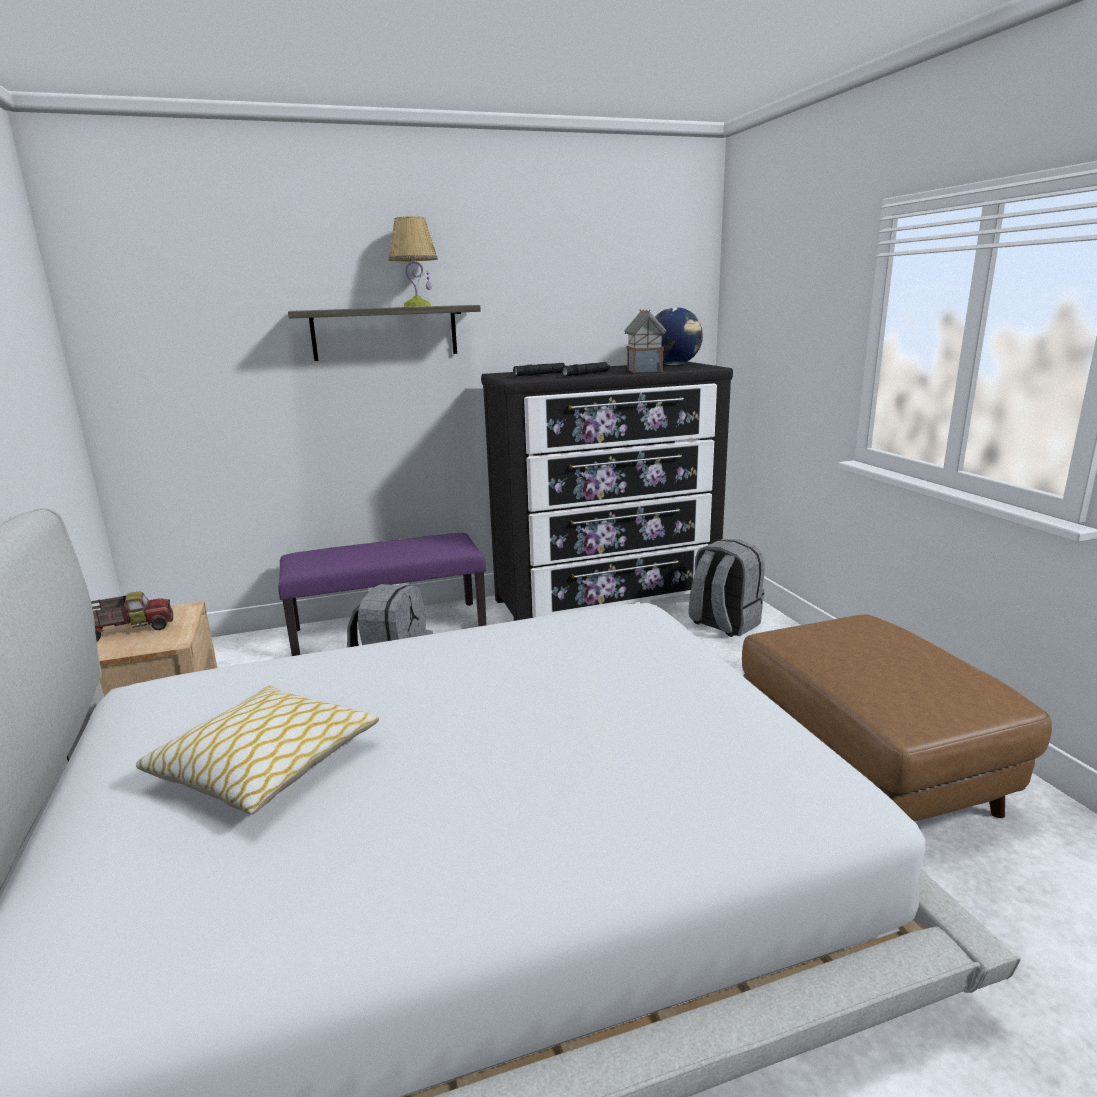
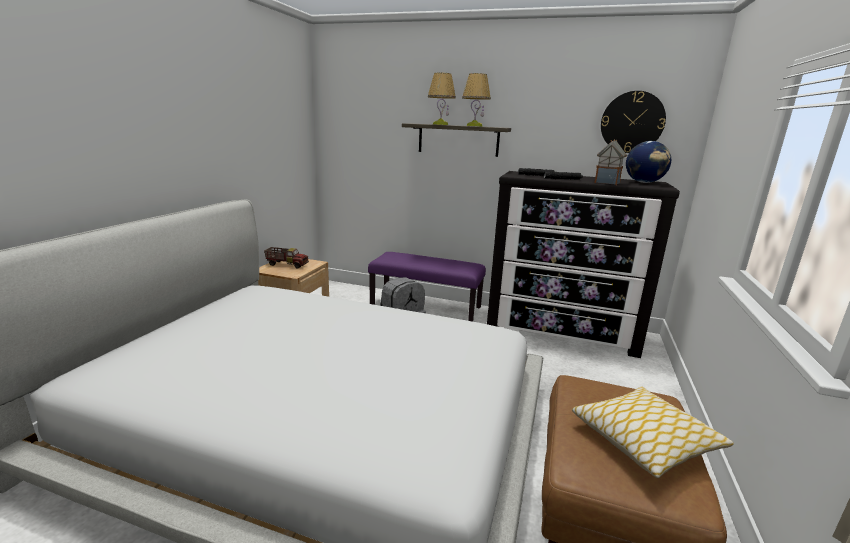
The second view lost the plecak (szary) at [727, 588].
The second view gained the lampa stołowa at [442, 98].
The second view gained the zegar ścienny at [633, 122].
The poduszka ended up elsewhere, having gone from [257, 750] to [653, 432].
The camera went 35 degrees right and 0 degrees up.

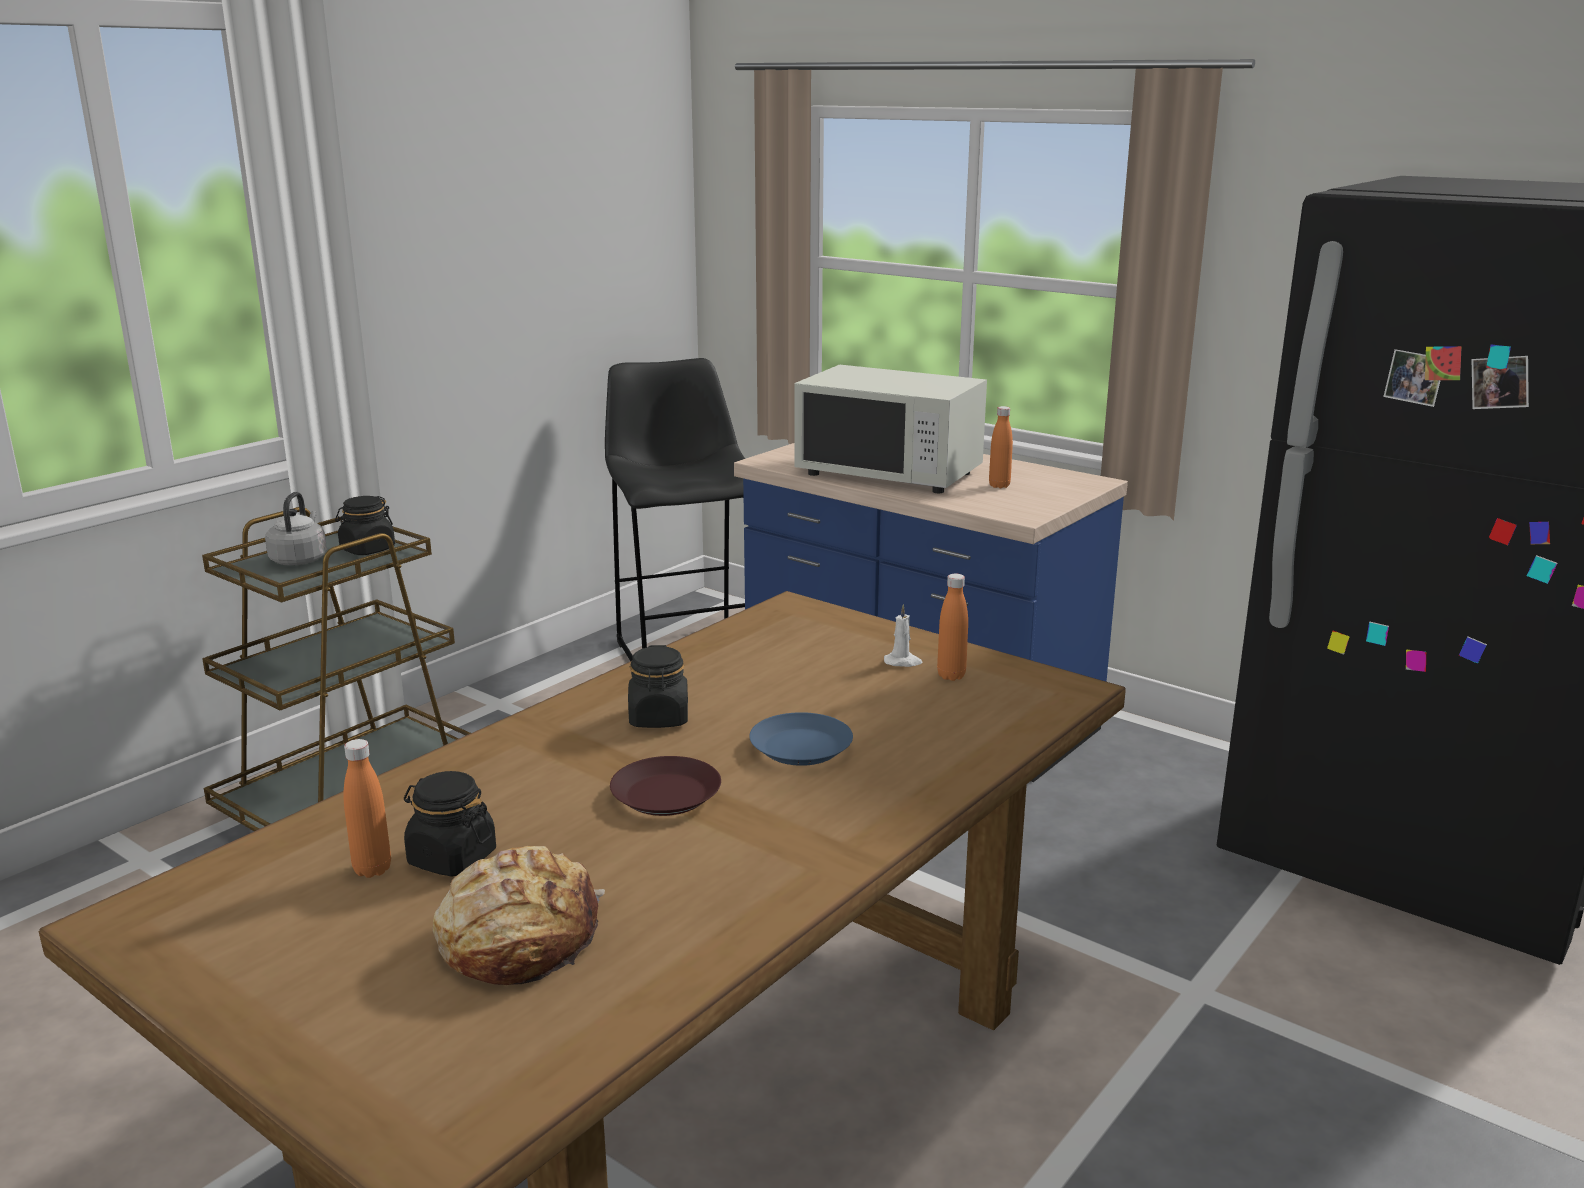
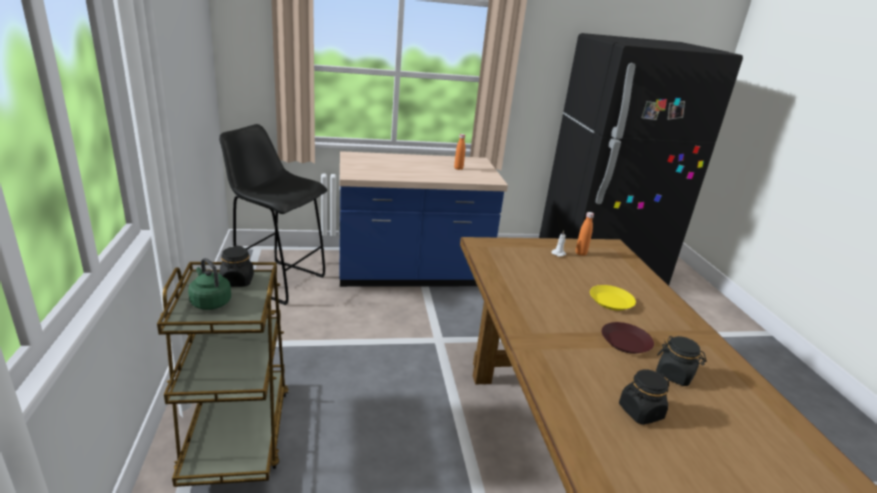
The second view lost the butelka (pomarańczowy) at [367, 808].
The second view lost the chleb at [518, 915].
The second view lost the mikrofalówka (biały) at [890, 429].
The słoik (czarny) ended up elsewhere, having gone from [658, 686] to [681, 361].
What was the czajnik (szary) at [296, 528] turned into the czajnik (zielony) at [209, 284].
What was the talerz (niebieski) at [801, 739] turned into the talerz (żółty) at [613, 298].
The camera went 50 degrees left and 5 degrees up.

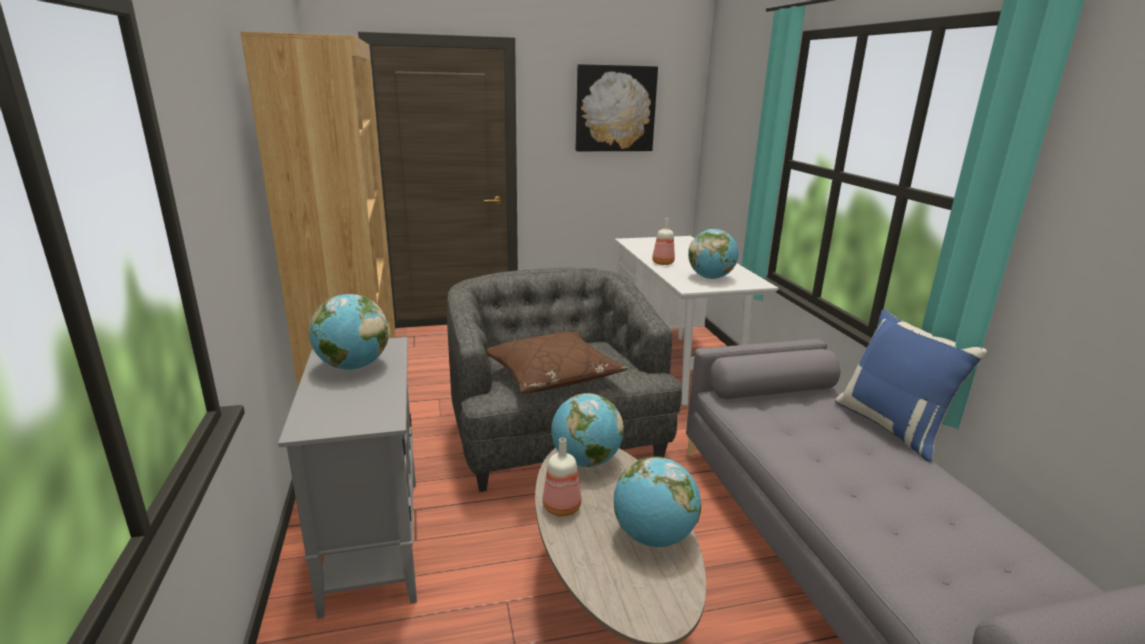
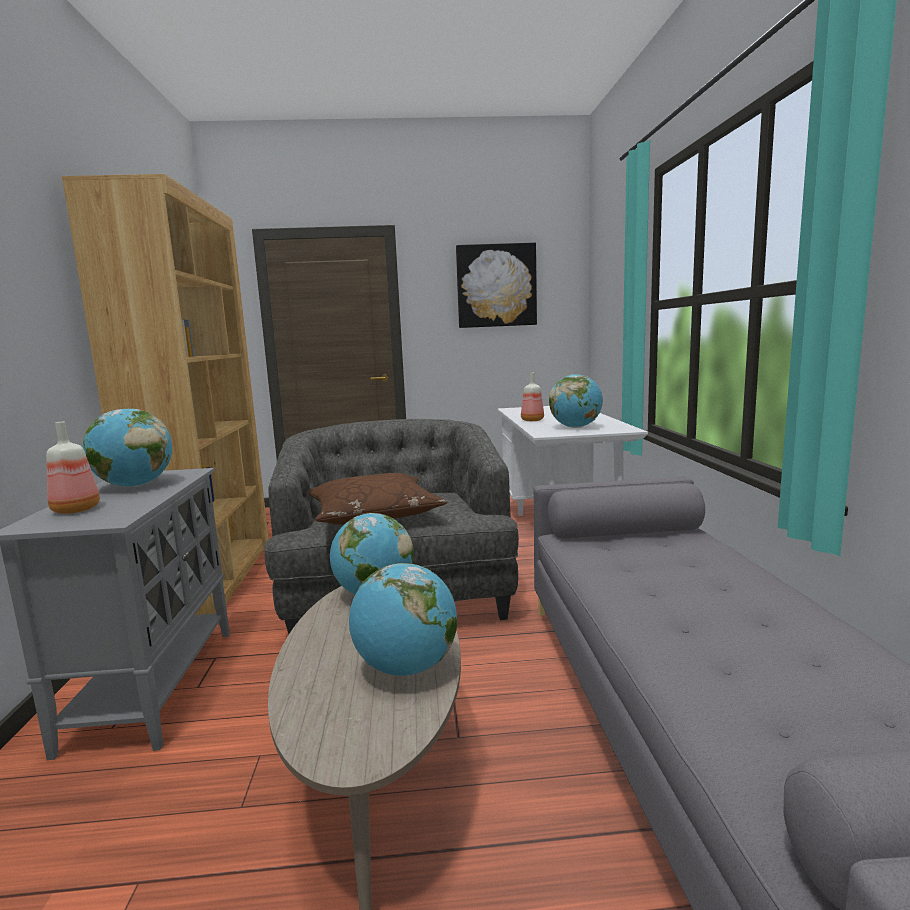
The second view lost the poduszka (niebieski) at [911, 385].
The butelka ended up elsewhere, having gone from [561, 477] to [73, 467].
The camera went 10 degrees right and 10 degrees down.

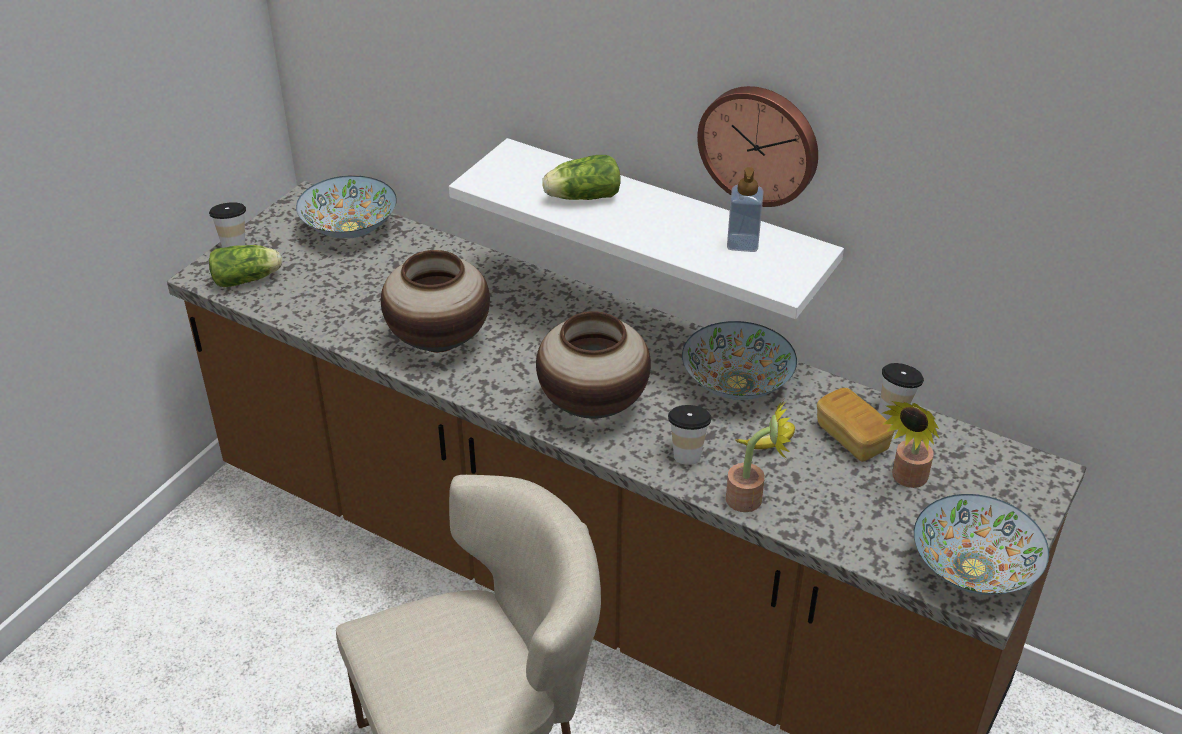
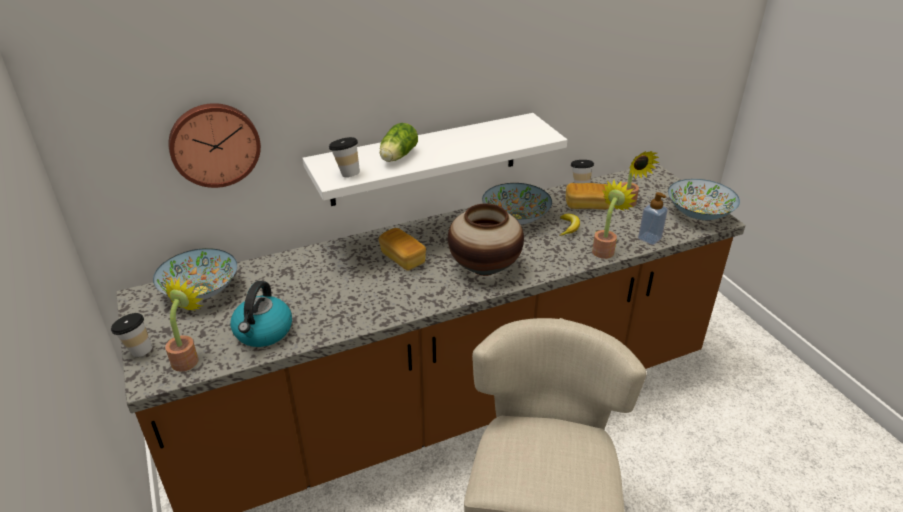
The second view lost the wazon at [435, 301].
The second view gained the czajnik at [261, 314].
The second view gained the chleb at [402, 249].
The filiżanka ended up elsewhere, having gone from [690, 435] to [344, 157].
The zegar ścienny ended up elsewhere, having gone from [757, 146] to [214, 145].
The dozownik mydła ended up elsewhere, having gone from [745, 209] to [653, 218].
Where the sałata stood at [245, 266], the roślina doniczkowa came to stand at [184, 324].
The camera went 55 degrees left and 5 degrees down.

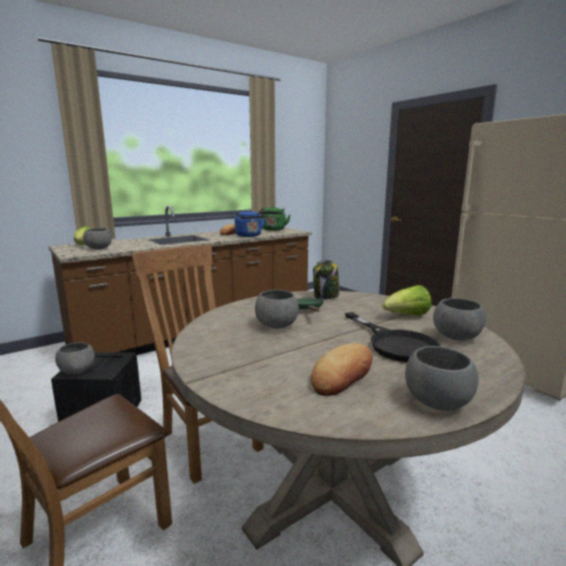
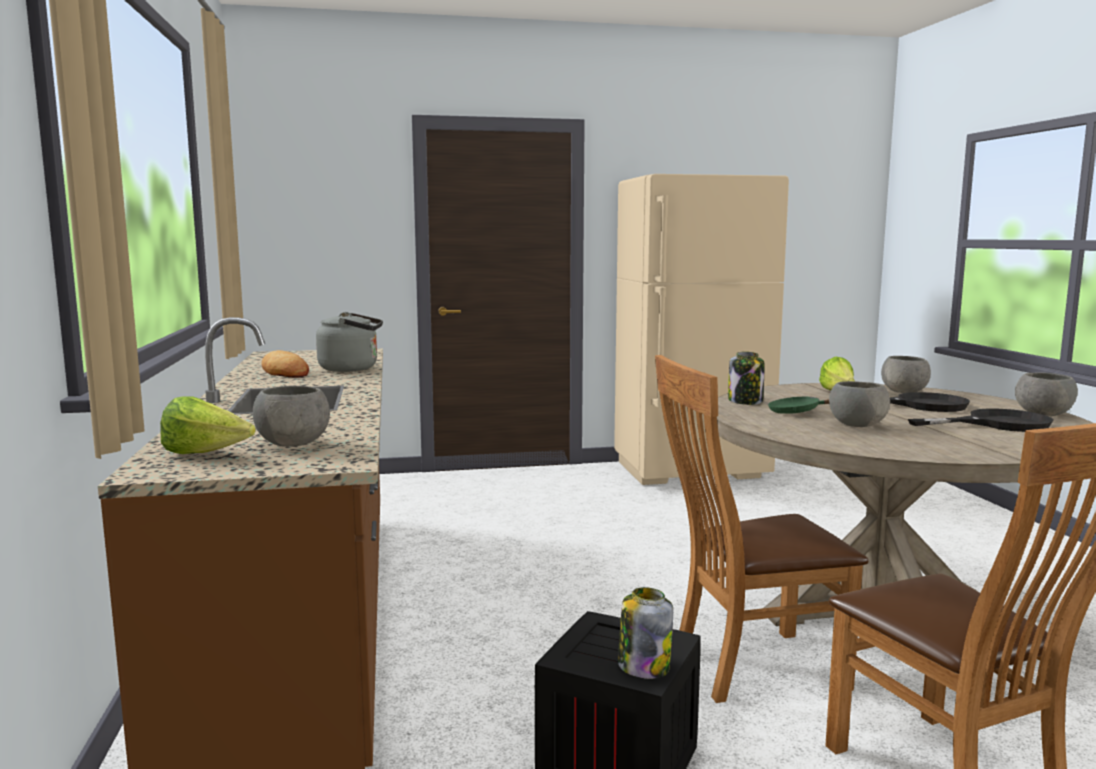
The second view lost the czajnik (zielony) at [275, 218].
Where the miska (szary) stood at [75, 358], the słoik came to stand at [645, 633].
Where the chleb stood at [342, 369], the patelnia (czarny) came to stand at [980, 420].
What was the czajnik (niebieski) at [250, 223] turned into the czajnik (szary) at [349, 342].
The camera went 65 degrees left and 5 degrees down.

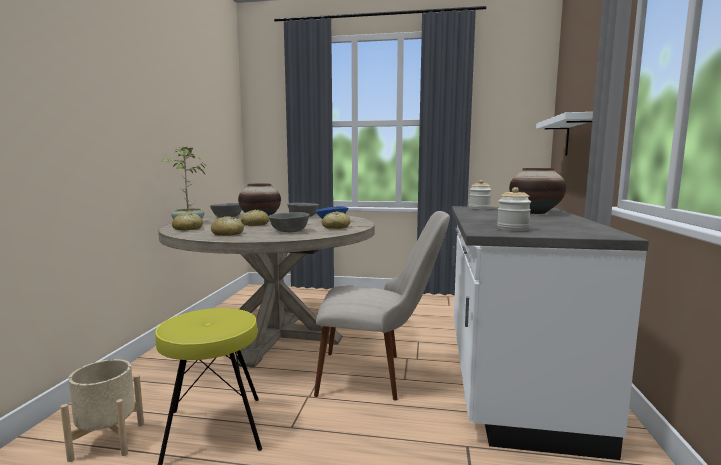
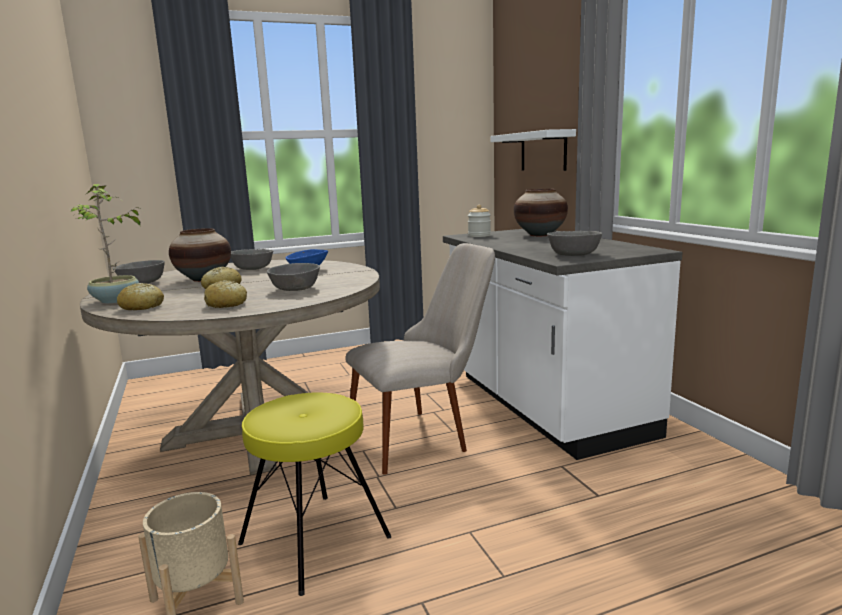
The second view lost the chleb at [336, 220].
Where the słoik stood at [514, 209], the miska (szary) came to stand at [574, 243].
The camera went 30 degrees left and 5 degrees up.

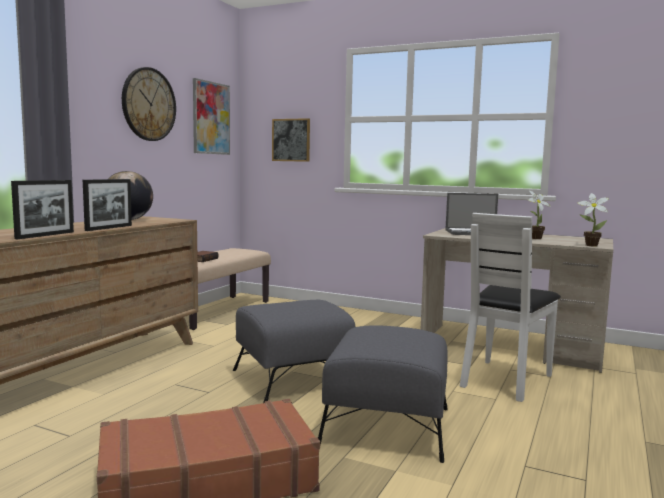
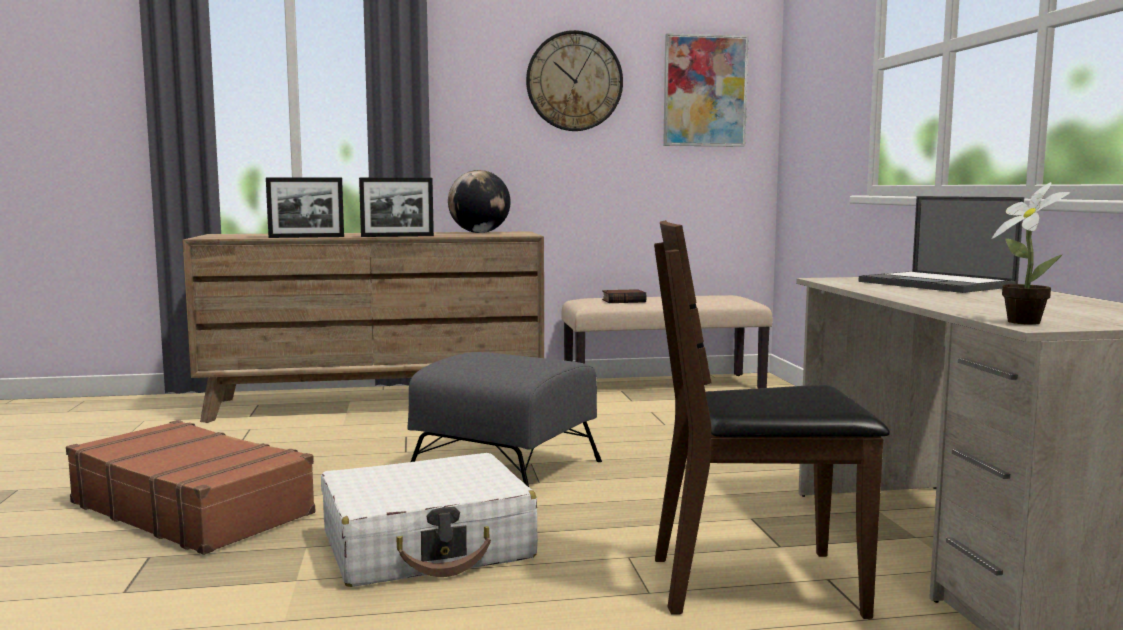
The second view lost the obraz at [291, 140].
The second view lost the roślina doniczkowa at [539, 214].
Where the pufa (szary) stood at [383, 394], the walizka (biały) came to stand at [429, 520].
What was the krzesło (biały) at [510, 307] turned into the krzesło (brązowy) at [772, 419].
The camera went 55 degrees right and 0 degrees up.

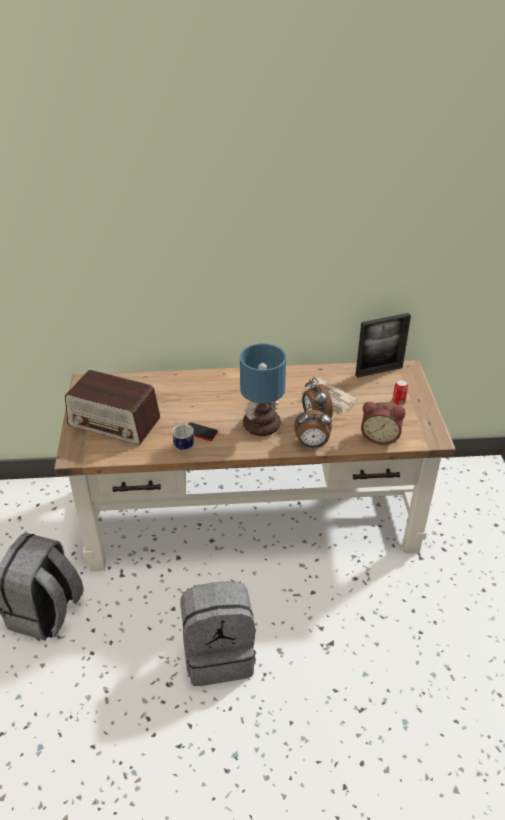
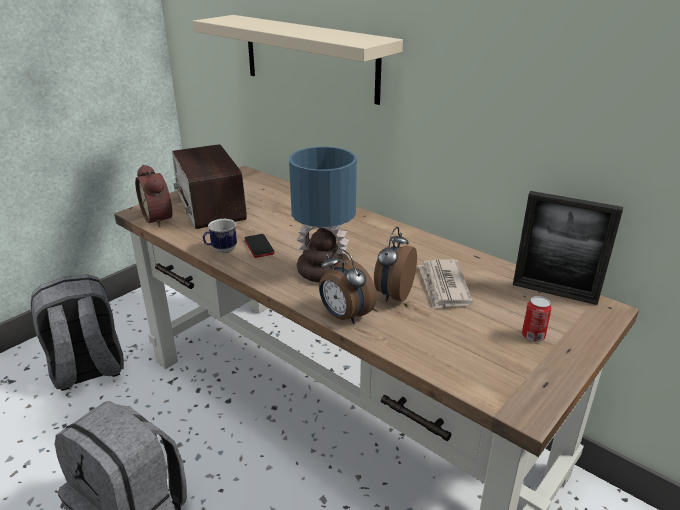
The second view gained the półka (beżowy) at [298, 60].
The budzik ended up elsewhere, having gone from [383, 423] to [153, 195].
The camera went 45 degrees right and 10 degrees down.

